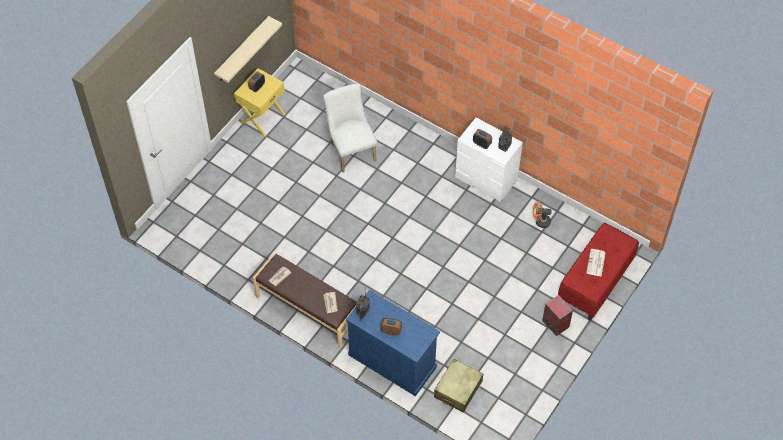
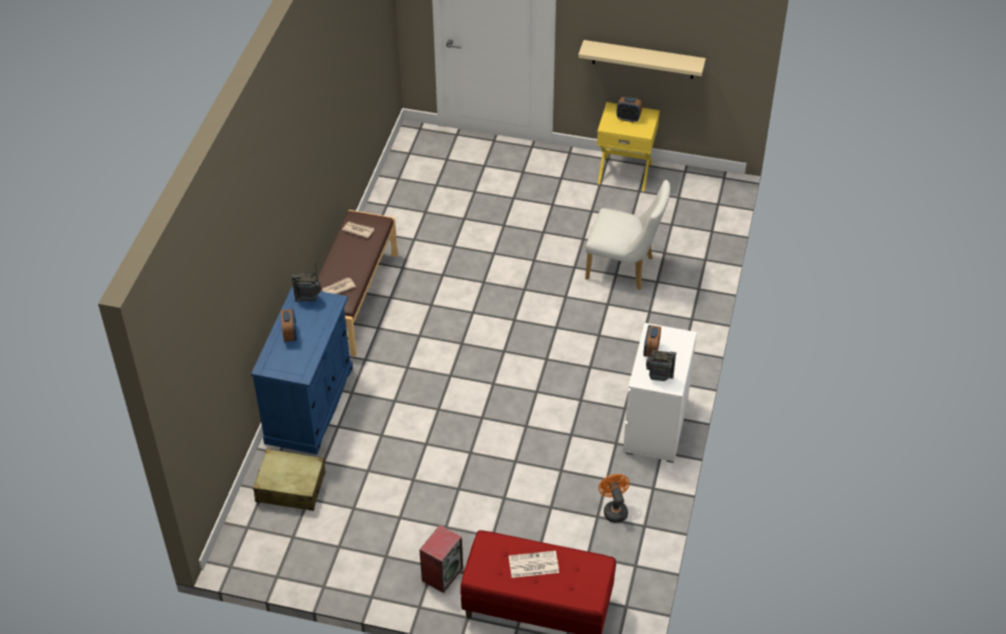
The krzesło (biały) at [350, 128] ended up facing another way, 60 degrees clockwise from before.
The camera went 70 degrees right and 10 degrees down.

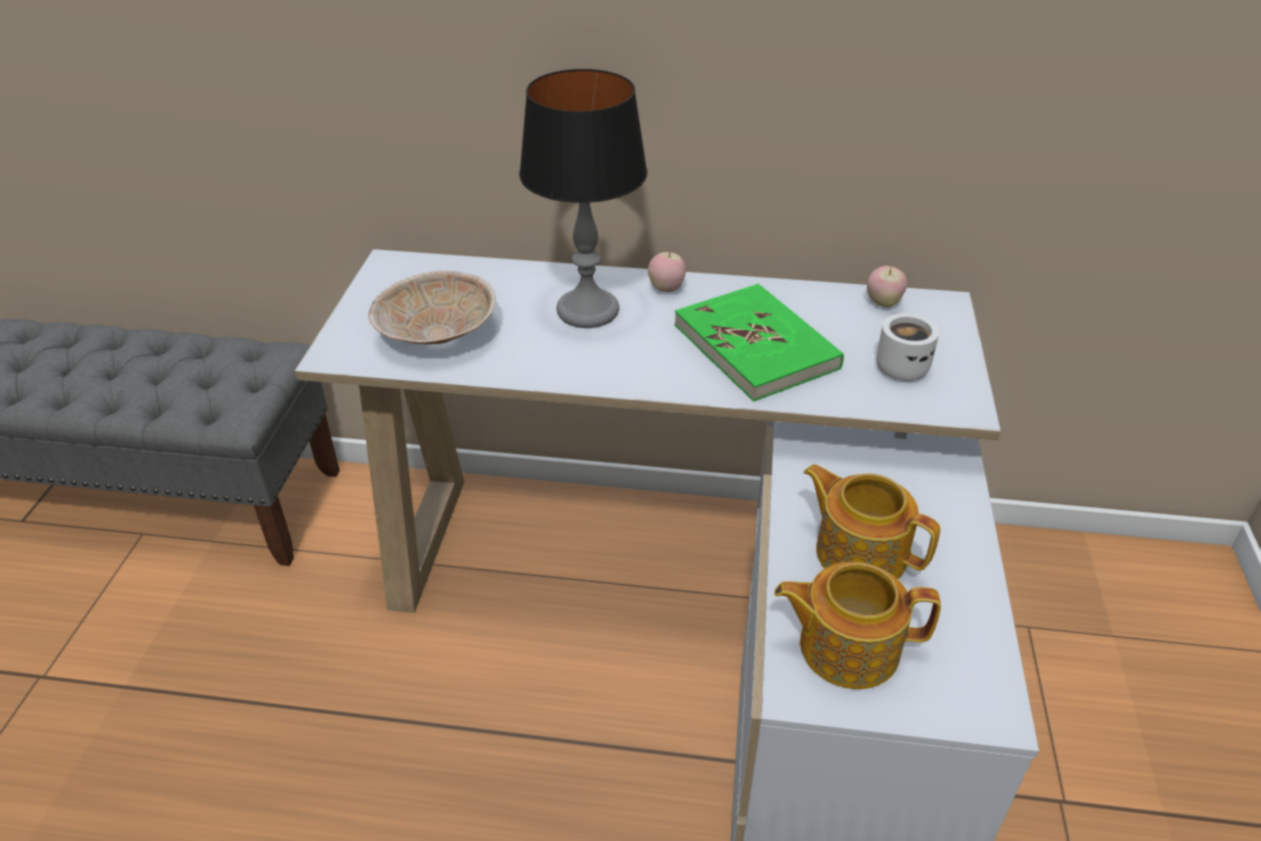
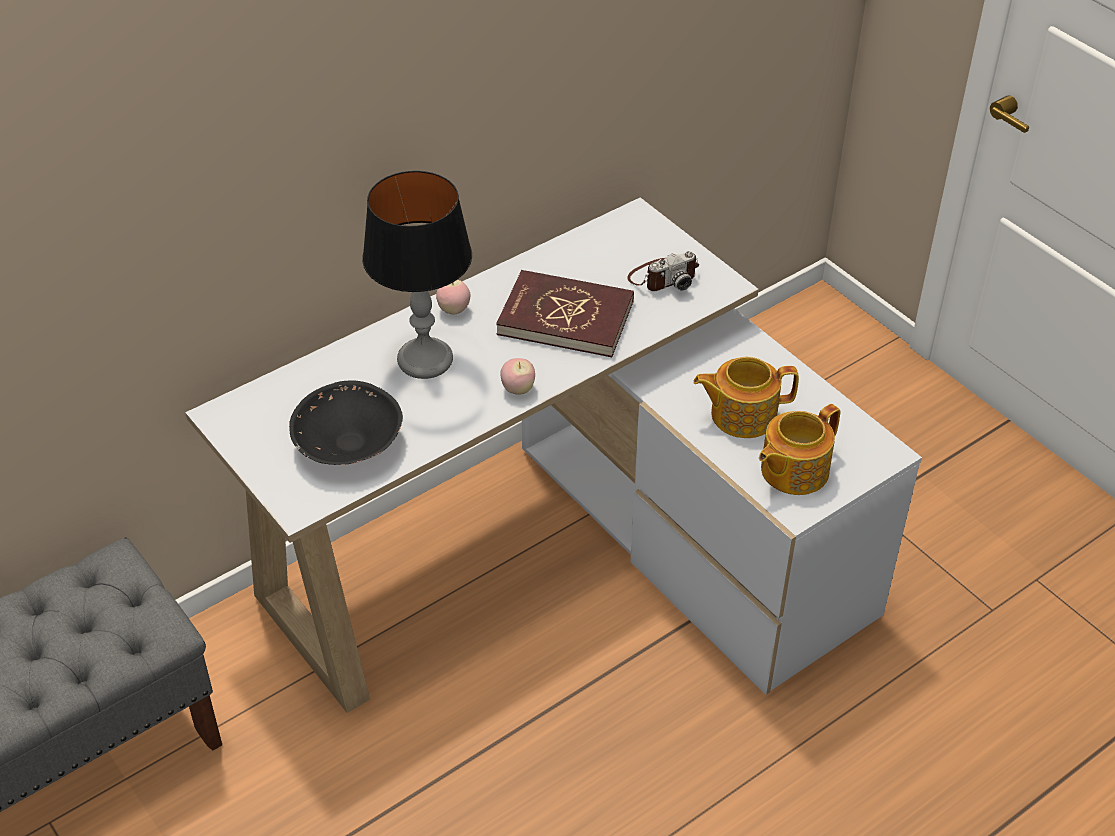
The jabłko ended up elsewhere, having gone from [887, 286] to [518, 376].
Where the kubek (biały) stood at [908, 347], the aparat fotograficzny came to stand at [663, 271].
What was the miska (beżowy) at [432, 307] turned into the miska (czarny) at [346, 422].
What was the książka (zielony) at [759, 343] turned into the książka (czerwony) at [565, 313].
The camera went 45 degrees left and 5 degrees up.

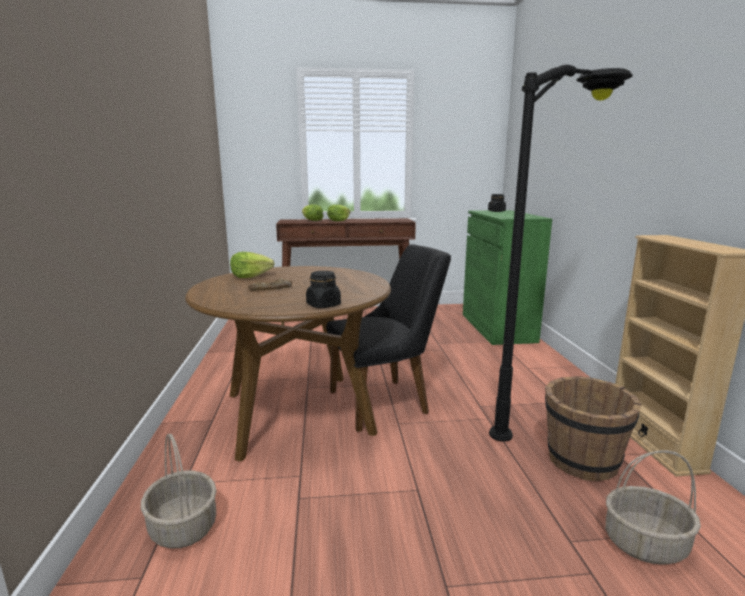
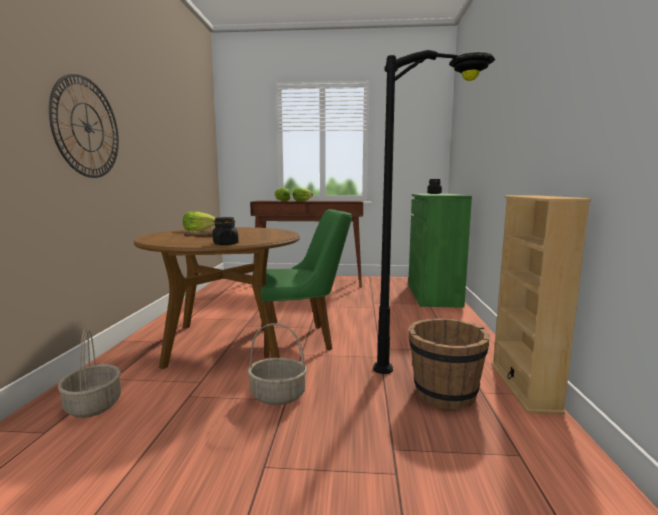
The second view gained the zegar ścienny at [84, 125].
The koszyk ended up elsewhere, having gone from [653, 507] to [277, 364].
What was the krzesło (czarny) at [388, 338] turned into the krzesło (zielony) at [306, 283].
The camera went 10 degrees right and 5 degrees down.

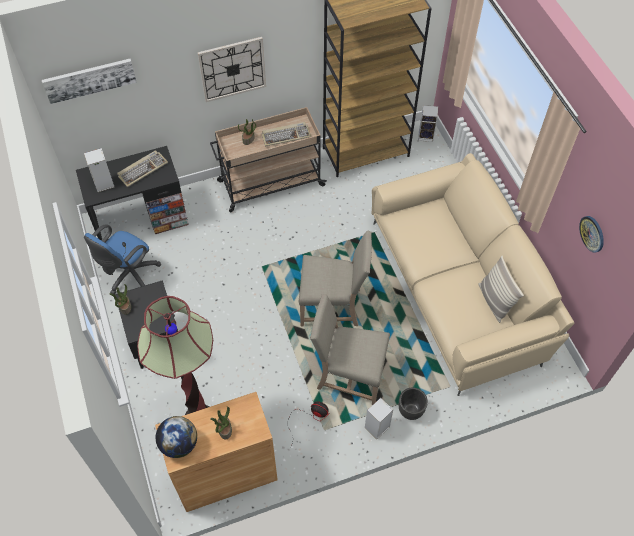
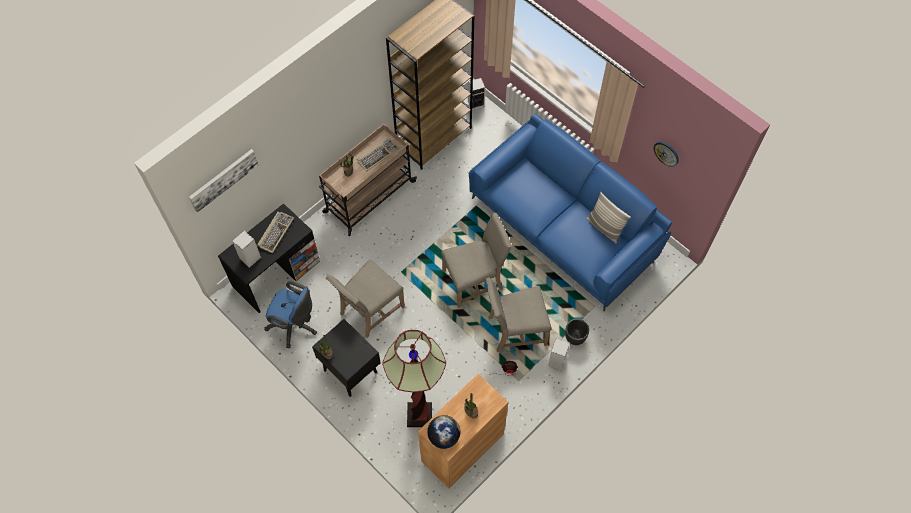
The second view lost the zegar ścienny at [231, 69].
The second view gained the krzesło (beżowy) at [365, 298].
What was the kanapa (beżowy) at [472, 274] turned into the kanapa (niebieski) at [571, 212].
The krzesło biurowe (niebieski) at [122, 259] ended up facing another way, 75 degrees counterclockwise from before.
The camera went 25 degrees left and 5 degrees up.

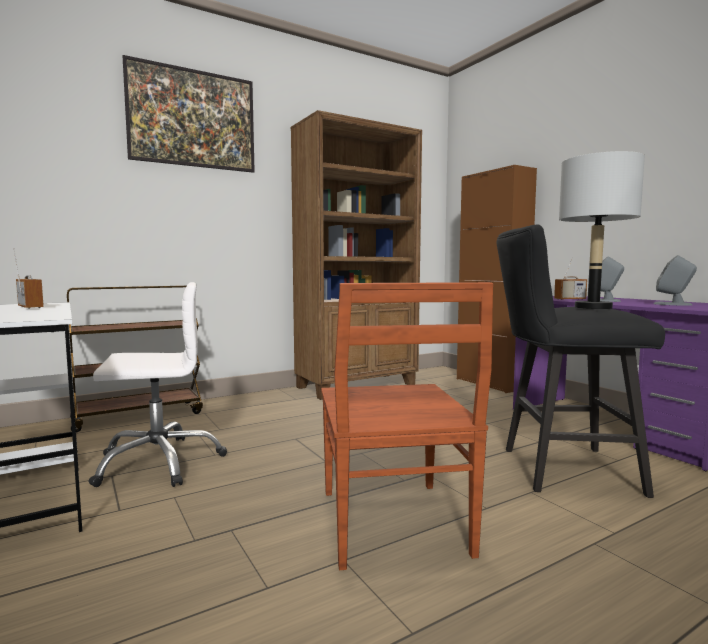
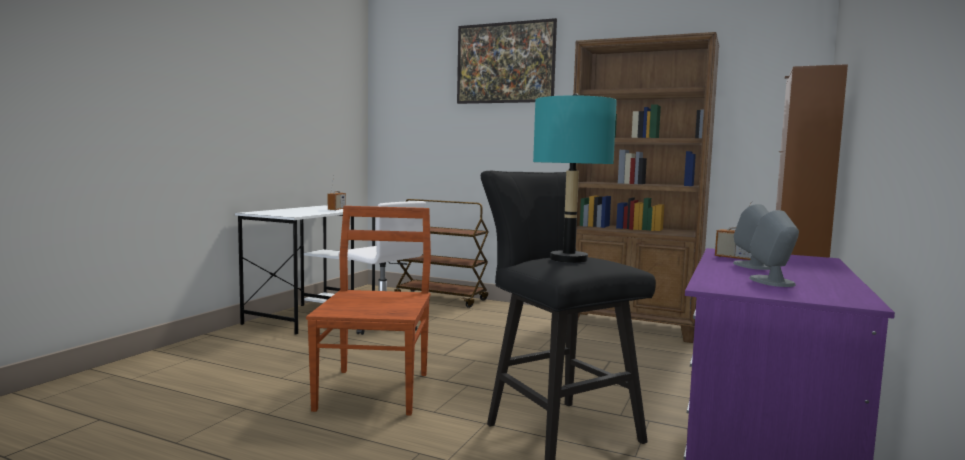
What was the lampa stołowa (szary) at [602, 230] turned into the lampa stołowa (turkusowy) at [575, 178].
The krzesło (brązowy) at [407, 426] ended up facing another way, 135 degrees clockwise from before.
The camera went 55 degrees right and 0 degrees up.

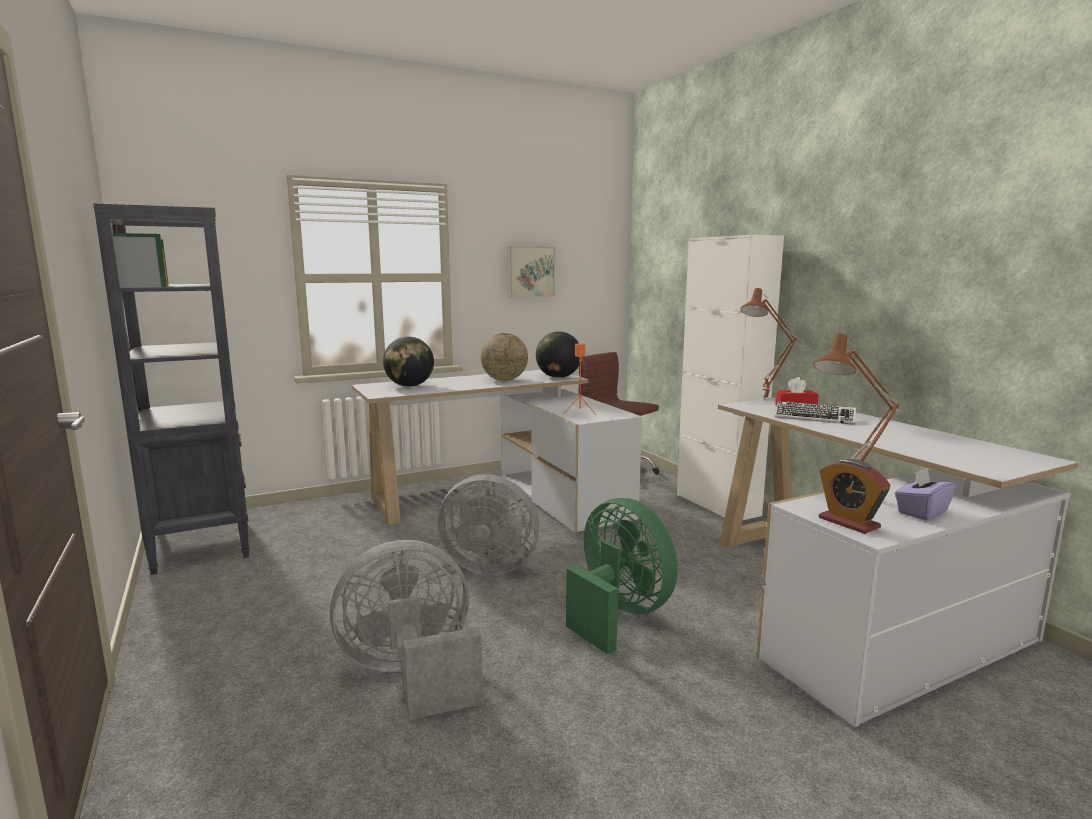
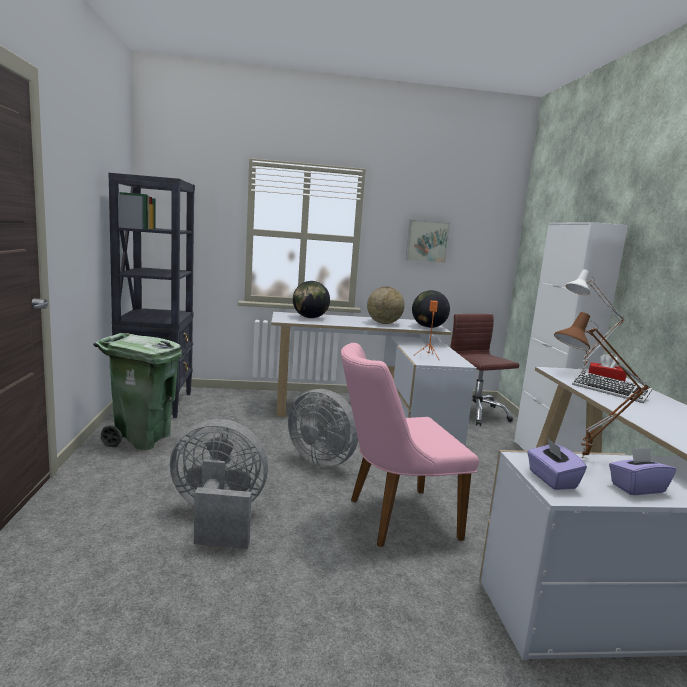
The second view gained the kosz na śmieci (zielony) at [137, 391].
Where the wentylator (zielony) stood at [622, 576], the krzesło (różowy) came to stand at [410, 445].
Where the budzik stood at [854, 496], the pudełko chusteczek (fioletowy) came to stand at [557, 464].
What was the lampa stołowa (brązowy) at [768, 344] turned into the lampa stołowa (biały) at [596, 320].
The camera went 20 degrees right and 0 degrees up.

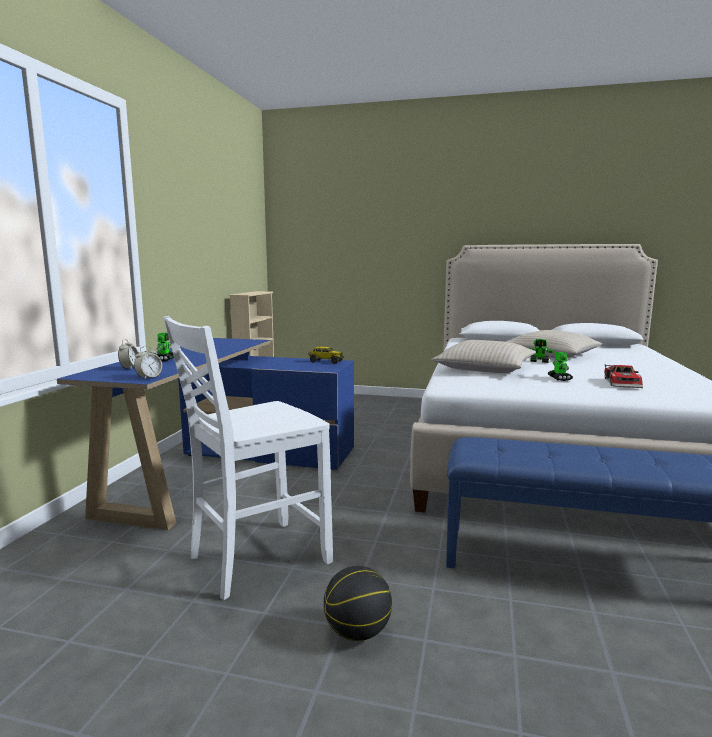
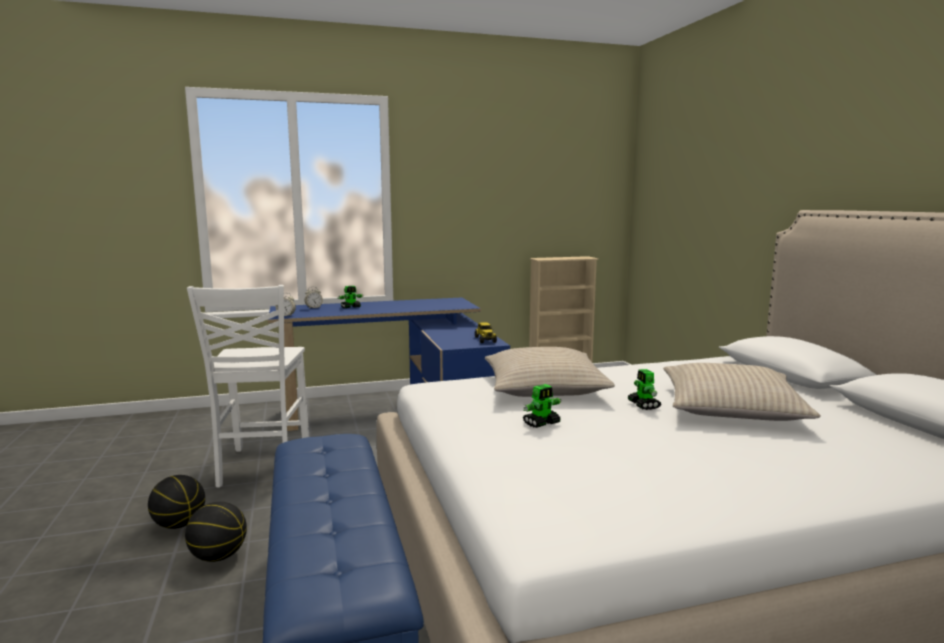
The second view lost the samochodzik at [623, 376].
The second view gained the piłka do koszykówki at [216, 532].
The krzesło (biały) at [248, 458] ended up facing another way, 120 degrees counterclockwise from before.
The camera went 60 degrees right and 0 degrees up.

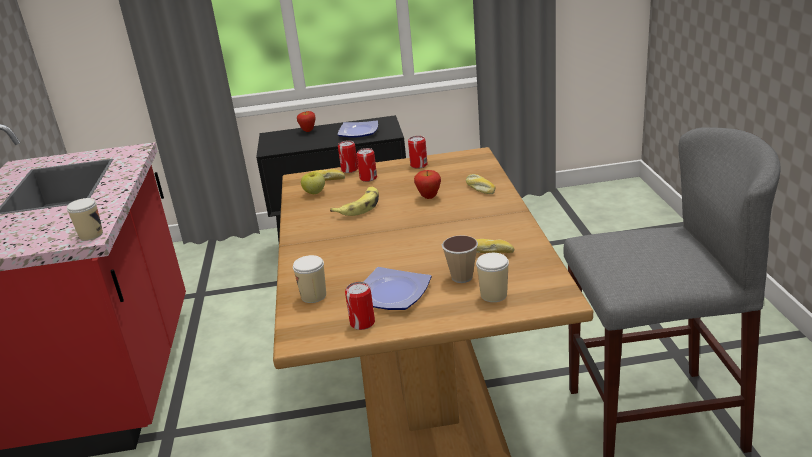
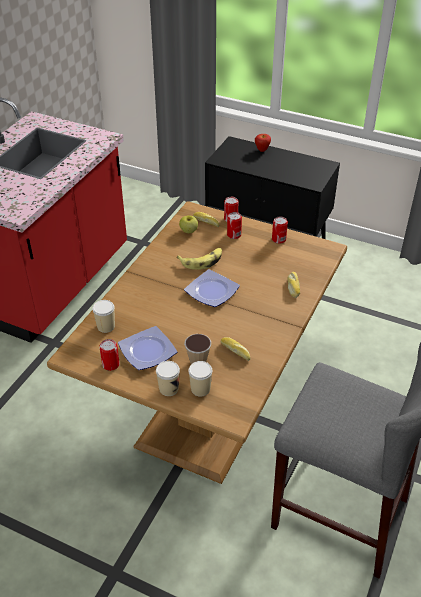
The second view lost the jabłko at [427, 184].
The filiżanka ended up elsewhere, having gone from [85, 219] to [168, 378].
The talerz ended up elsewhere, having gone from [358, 129] to [212, 288].
The camera went 30 degrees right and 15 degrees up.

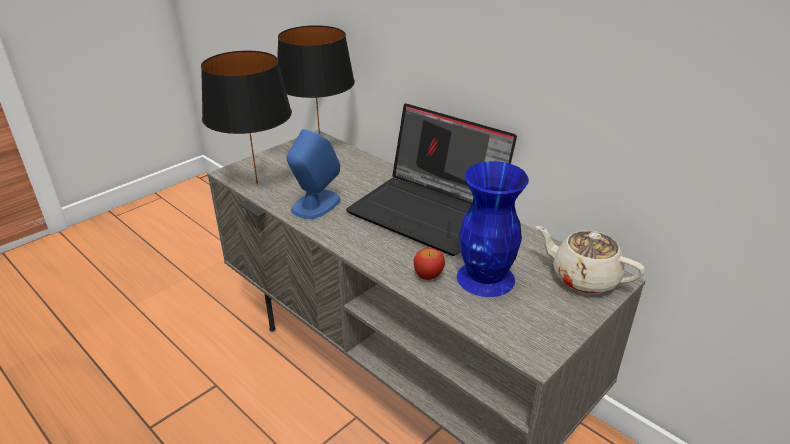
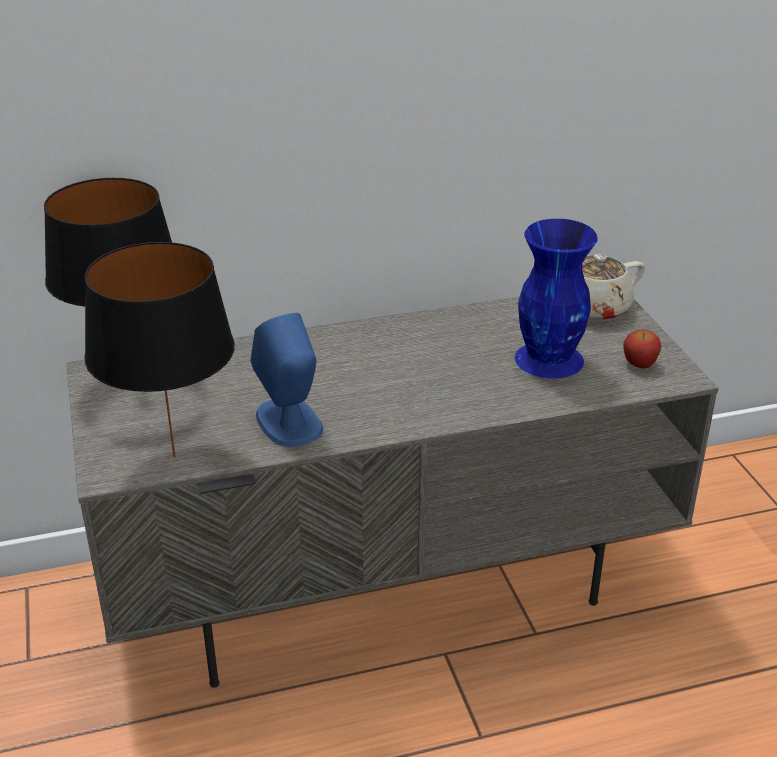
The second view lost the laptop at [431, 179].
The jabłko ended up elsewhere, having gone from [429, 264] to [642, 348].
The camera went 60 degrees left and 0 degrees up.

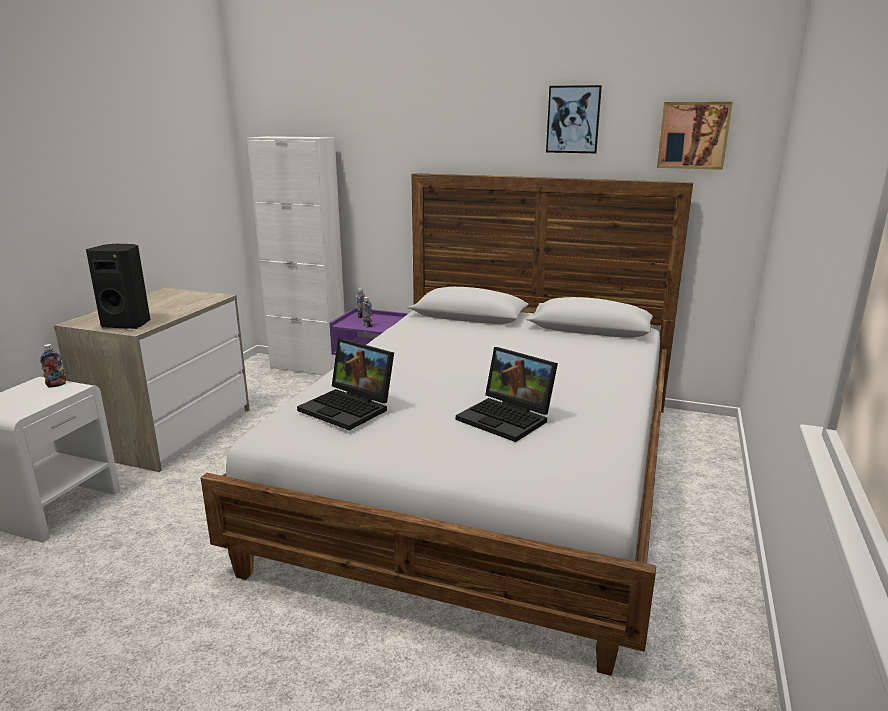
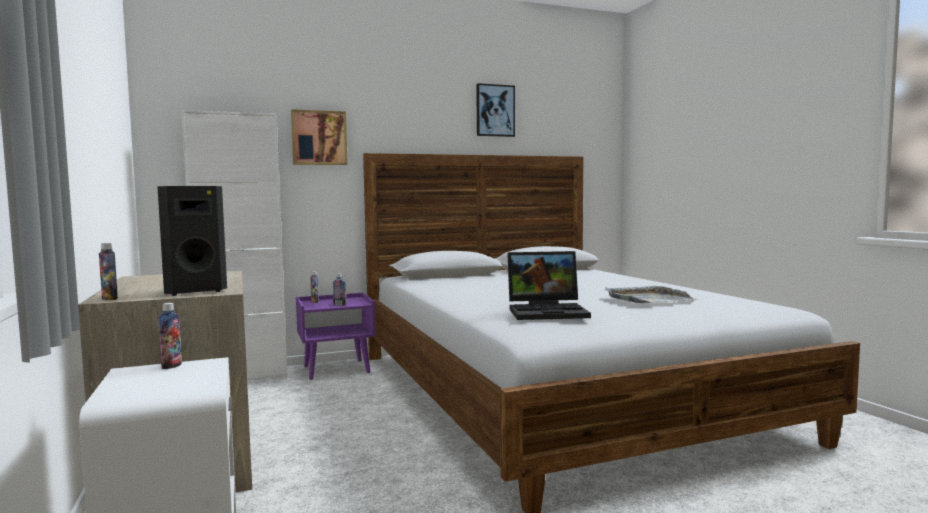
The second view gained the butelka at [108, 271].
The obraz ended up elsewhere, having gone from [695, 136] to [319, 137].
Where the laptop stood at [507, 394], the taca (szary) came to stand at [651, 294].
The camera went 40 degrees left and 15 degrees down.

